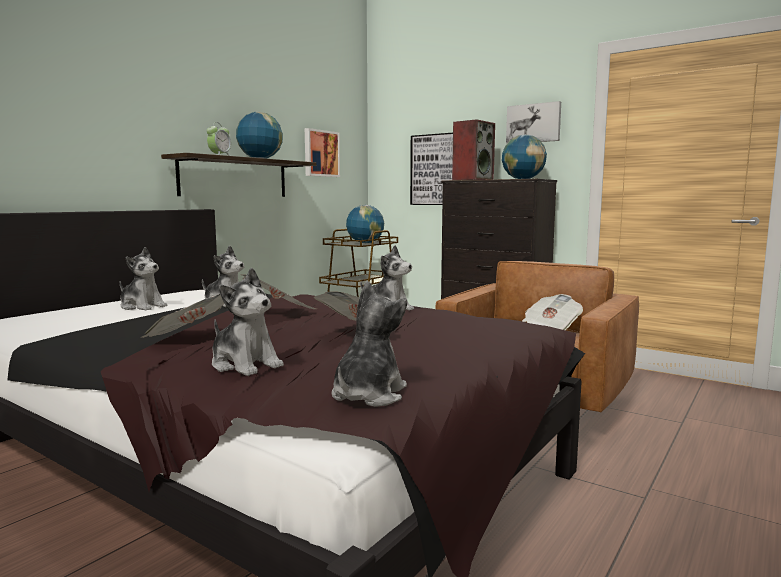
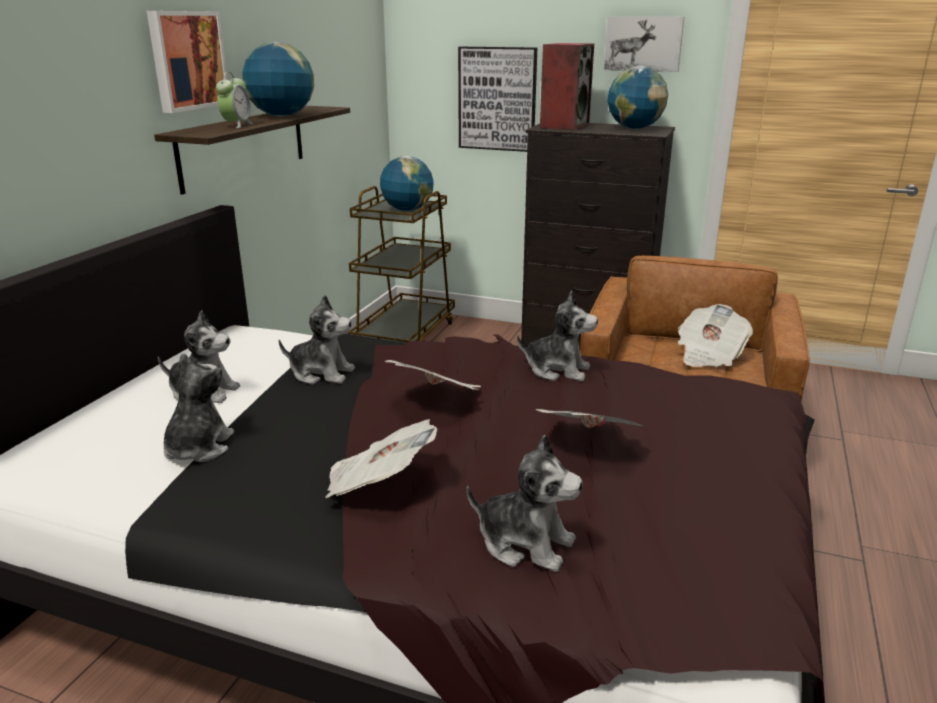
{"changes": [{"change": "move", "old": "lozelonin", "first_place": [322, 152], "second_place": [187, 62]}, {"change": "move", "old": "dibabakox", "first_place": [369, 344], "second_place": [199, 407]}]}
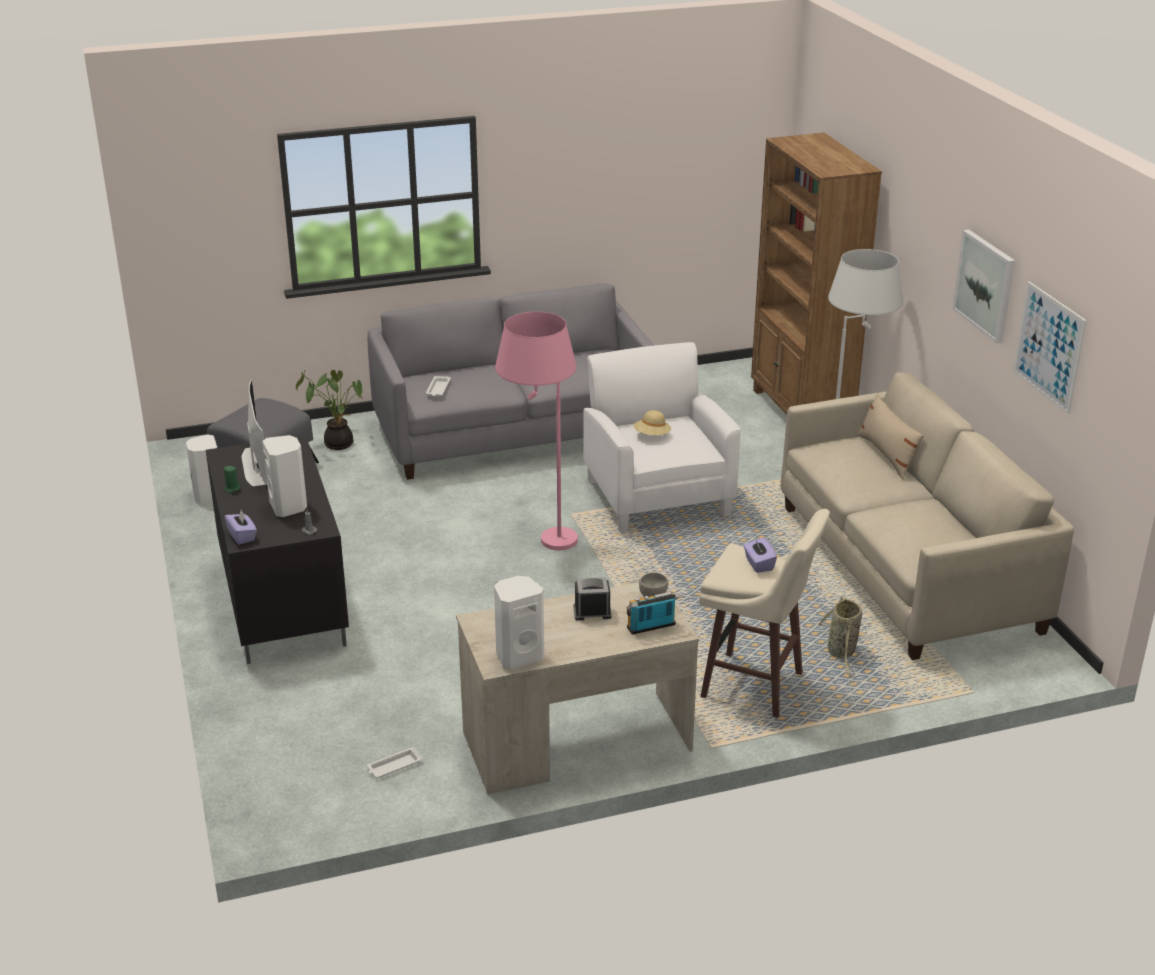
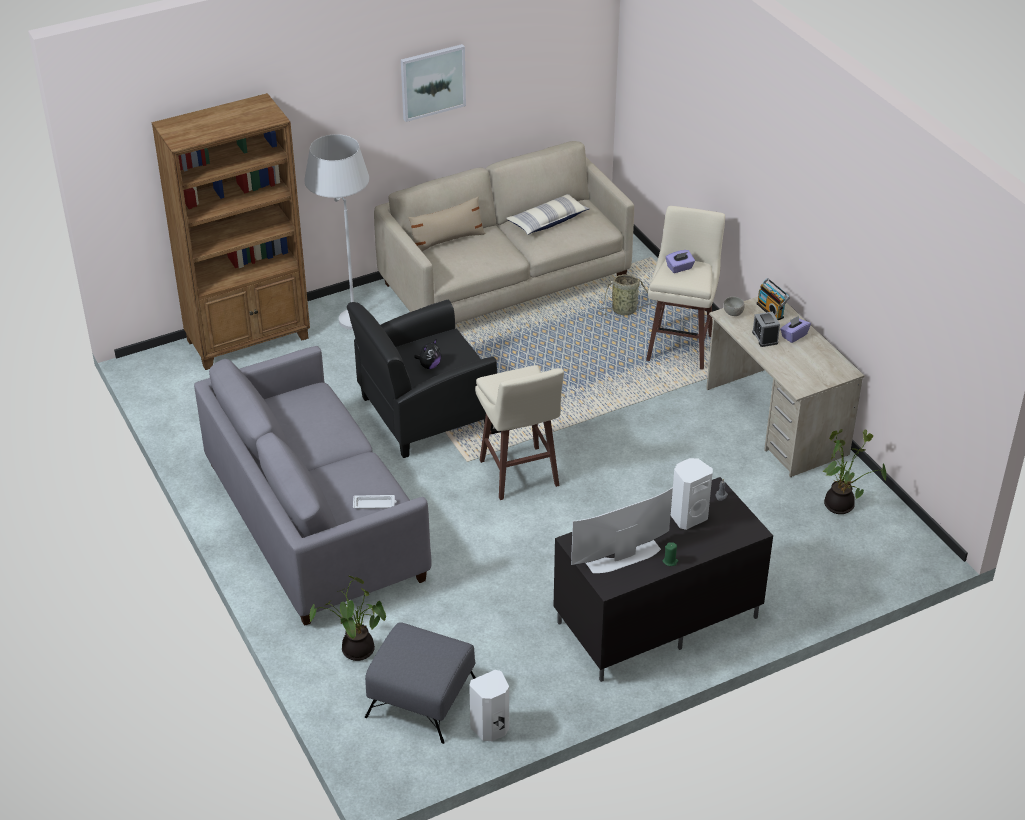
{"changes": [{"change": "recolor", "old": "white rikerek", "new": "black rikerek", "first_place": [662, 437], "second_place": [422, 379]}, {"change": "replace", "old": "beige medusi", "new": "dibabakox", "first_place": [652, 422], "second_place": [427, 354]}, {"change": "replace", "old": "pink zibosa", "new": "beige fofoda", "first_place": [536, 431], "second_place": [519, 432]}, {"change": "insert", "new": "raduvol", "second_place": [548, 214]}, {"change": "move", "old": "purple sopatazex", "first_place": [241, 527], "second_place": [795, 329]}, {"change": "replace", "old": "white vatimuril", "new": "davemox", "first_place": [395, 762], "second_place": [854, 471]}, {"change": "delete", "old": "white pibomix", "first_place": [519, 623]}, {"change": "delete", "old": "lozelonin", "first_place": [1050, 347]}]}
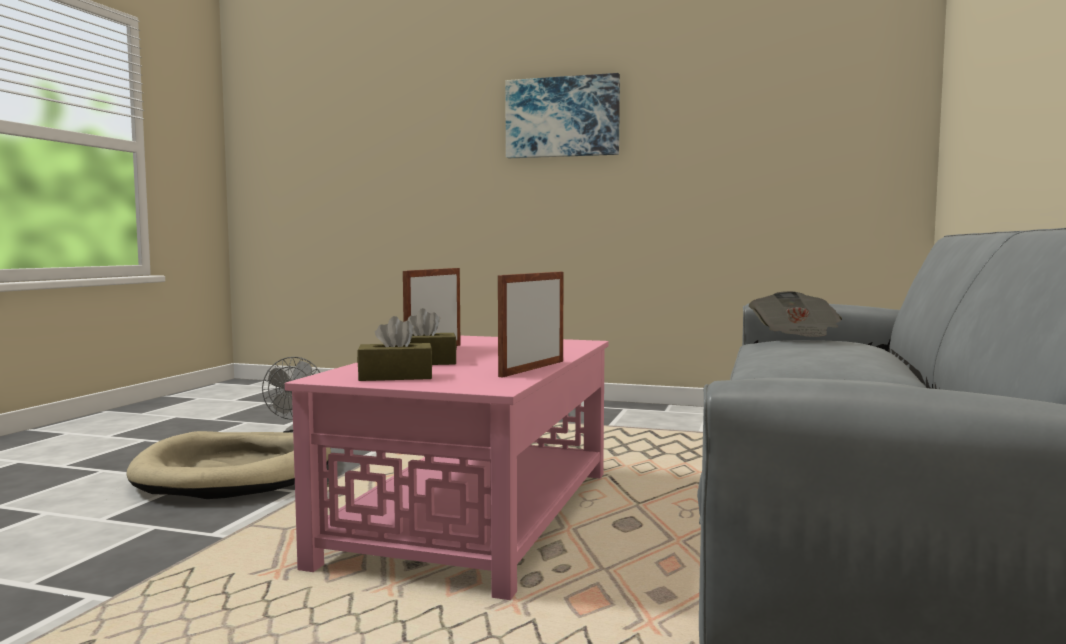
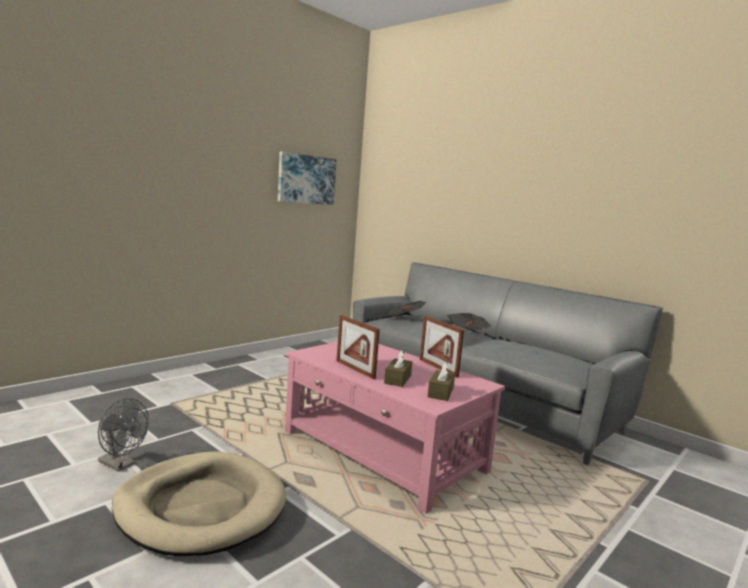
{"changes": [{"change": "move", "old": "lozelonin", "first_place": [563, 115], "second_place": [307, 178]}, {"change": "insert", "new": "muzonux", "second_place": [469, 321]}]}
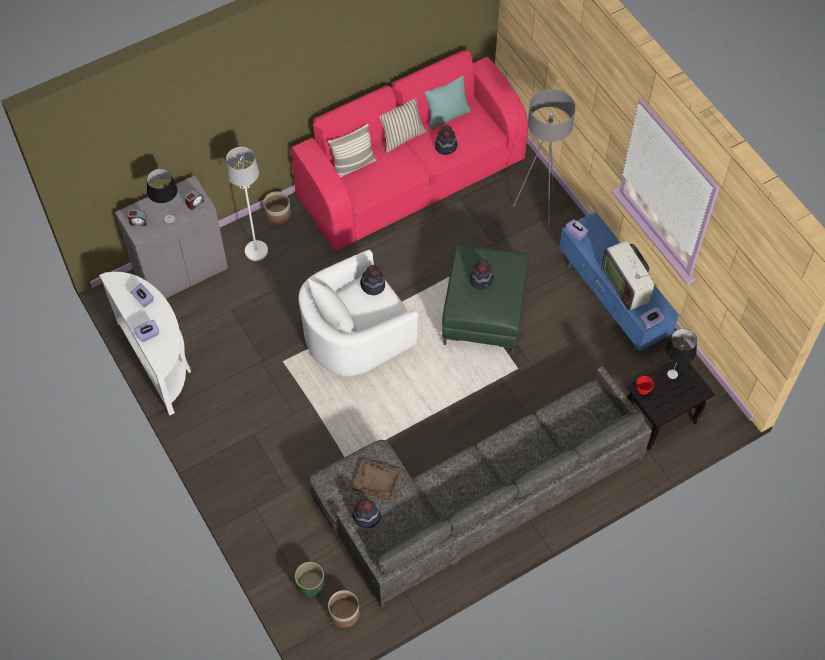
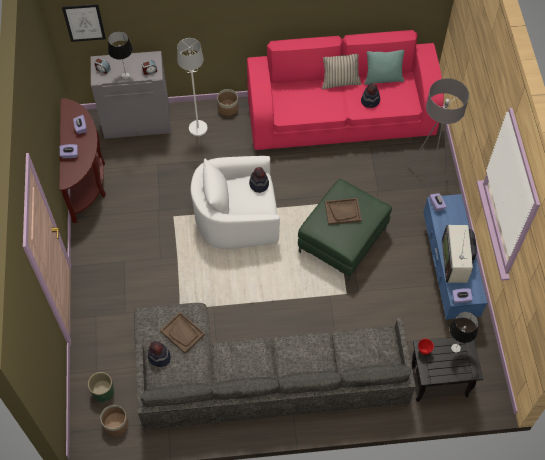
{"changes": [{"change": "recolor", "old": "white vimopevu", "new": "brown vimopevu", "first_place": [145, 343], "second_place": [82, 160]}, {"change": "insert", "new": "lozelonin", "second_place": [84, 23]}, {"change": "replace", "old": "medusi", "new": "brown vatimuril", "first_place": [481, 274], "second_place": [343, 211]}, {"change": "delete", "old": "raduvol", "first_place": [352, 151]}]}
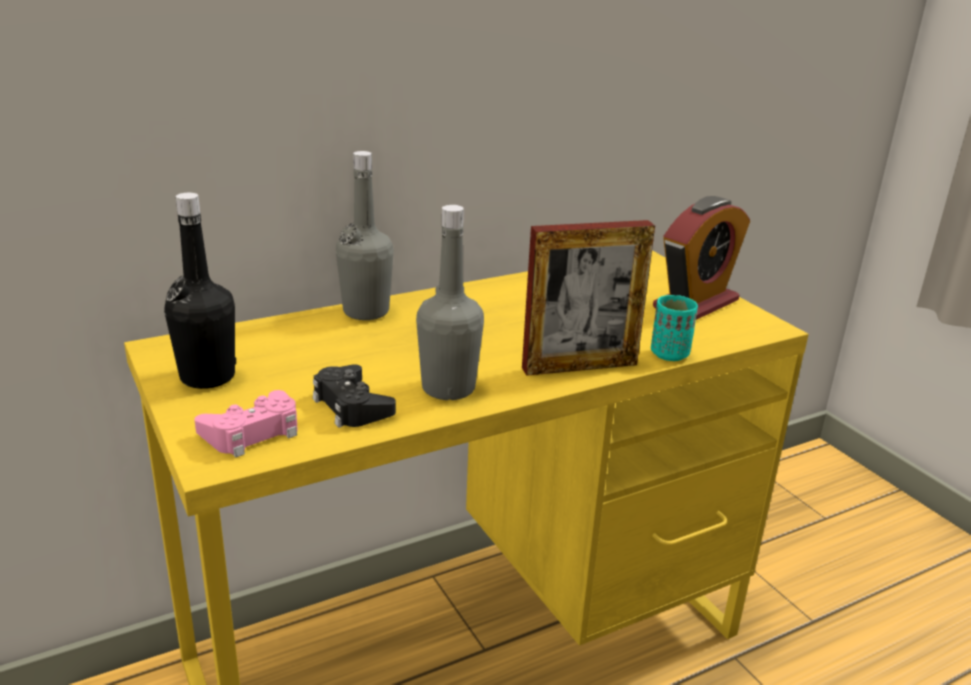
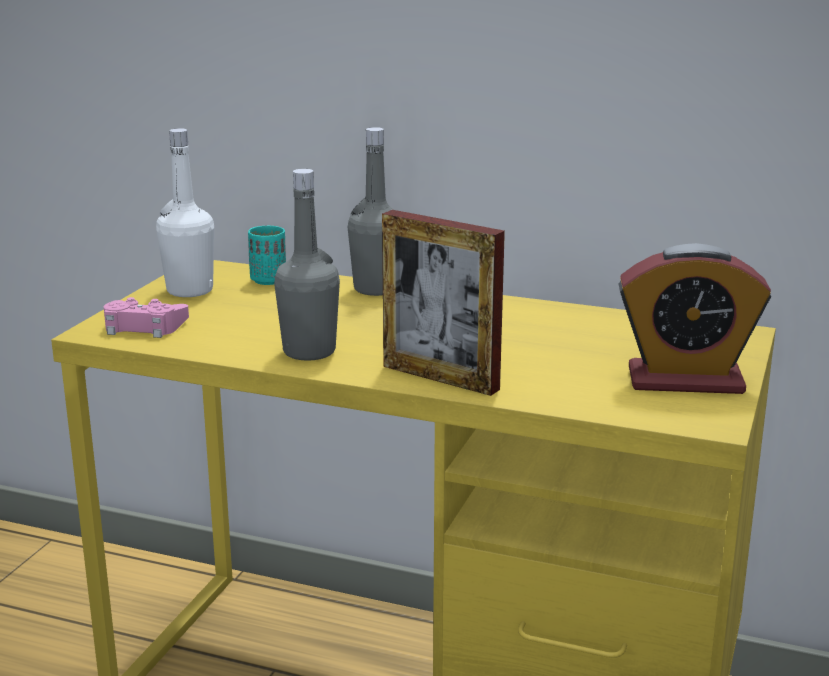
{"changes": [{"change": "recolor", "old": "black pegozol", "new": "white pegozol", "first_place": [200, 291], "second_place": [185, 212]}, {"change": "move", "old": "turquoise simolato", "first_place": [674, 328], "second_place": [267, 255]}, {"change": "delete", "old": "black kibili", "first_place": [354, 396]}]}
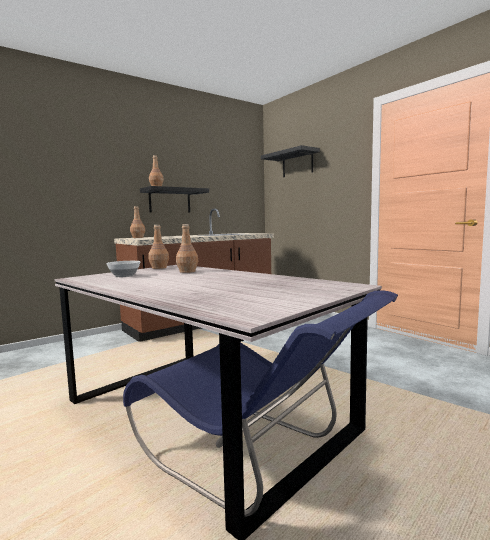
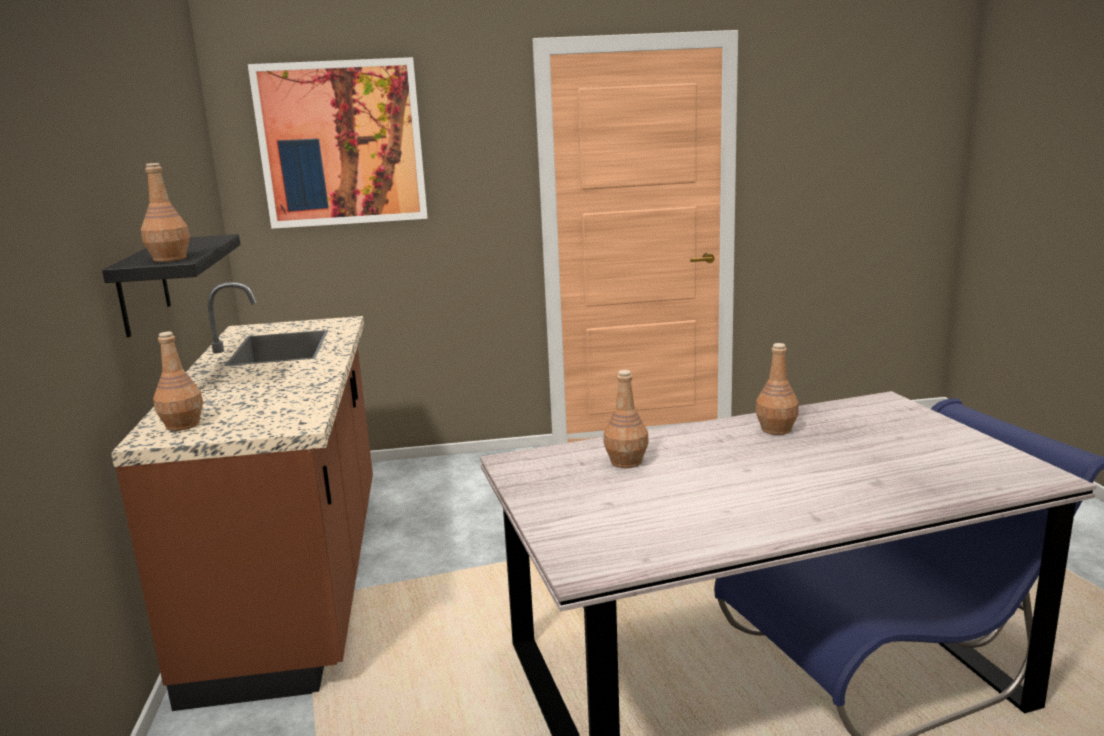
{"changes": [{"change": "replace", "old": "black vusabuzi", "new": "lozelonin", "first_place": [290, 161], "second_place": [338, 143]}, {"change": "move", "old": "brown pegozol", "first_place": [158, 247], "second_place": [777, 389]}, {"change": "delete", "old": "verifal", "first_place": [123, 269]}]}
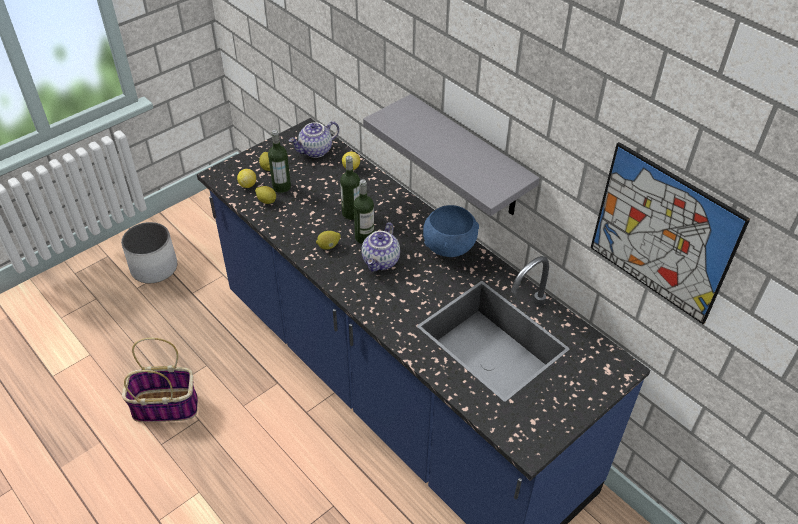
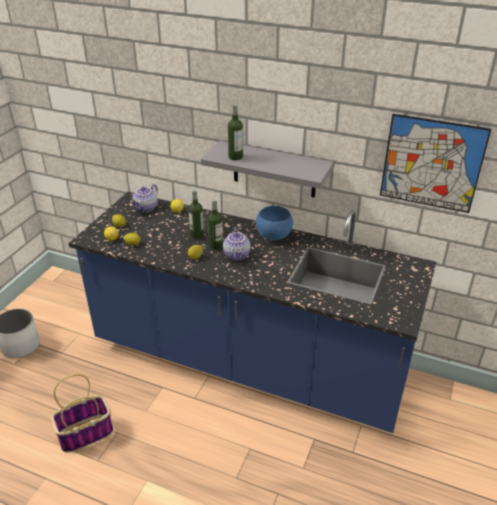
{"changes": [{"change": "move", "old": "pegozol", "first_place": [279, 161], "second_place": [235, 131]}]}
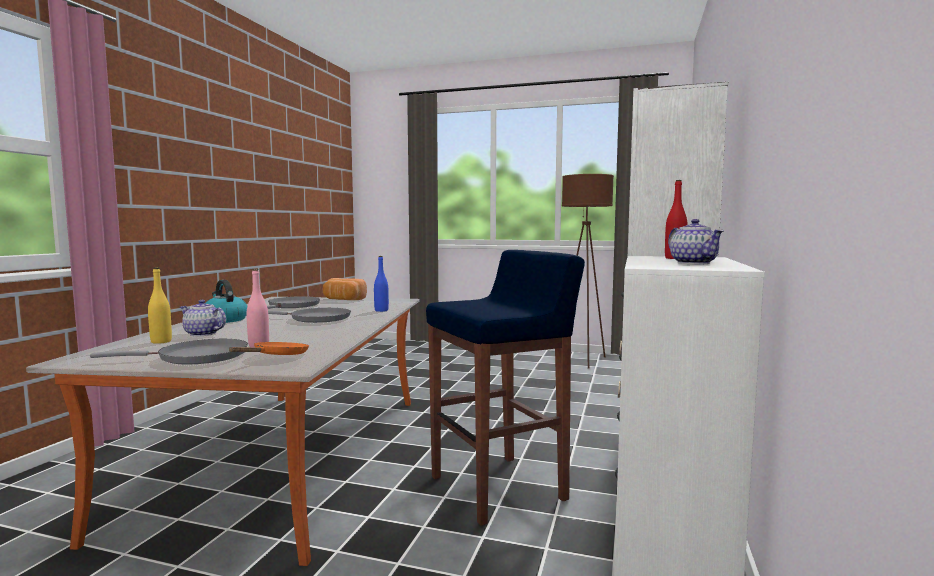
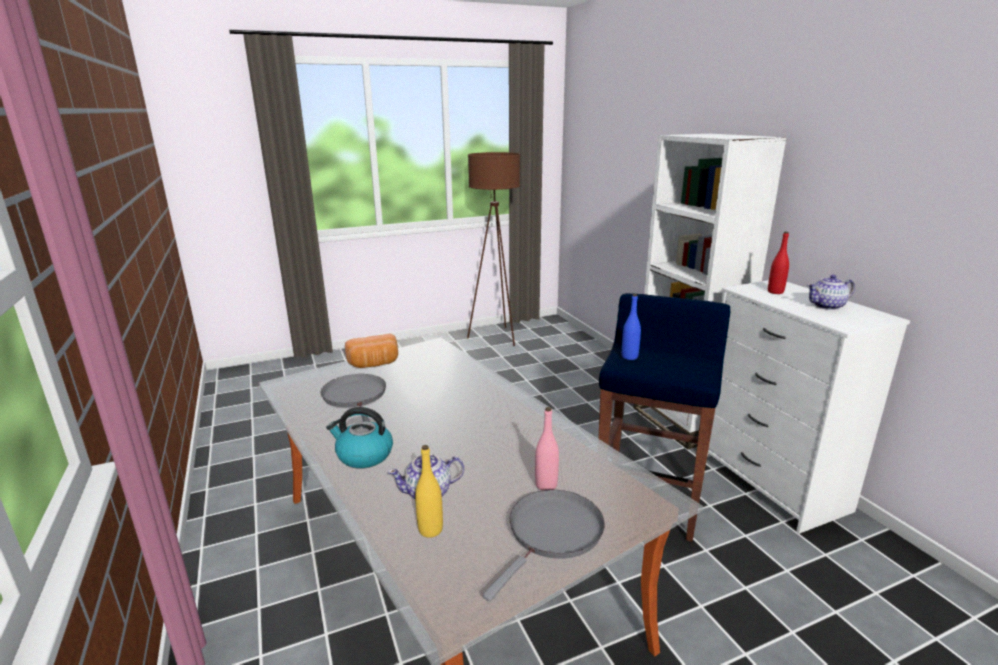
{"changes": [{"change": "move", "old": "blue pegozol", "first_place": [381, 284], "second_place": [631, 327]}, {"change": "rotate", "old": "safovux", "first_place": [696, 241], "second_place": [831, 292], "degrees": 135}, {"change": "delete", "old": "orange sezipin", "first_place": [269, 348]}, {"change": "delete", "old": "grey sezipin", "first_place": [309, 315]}]}
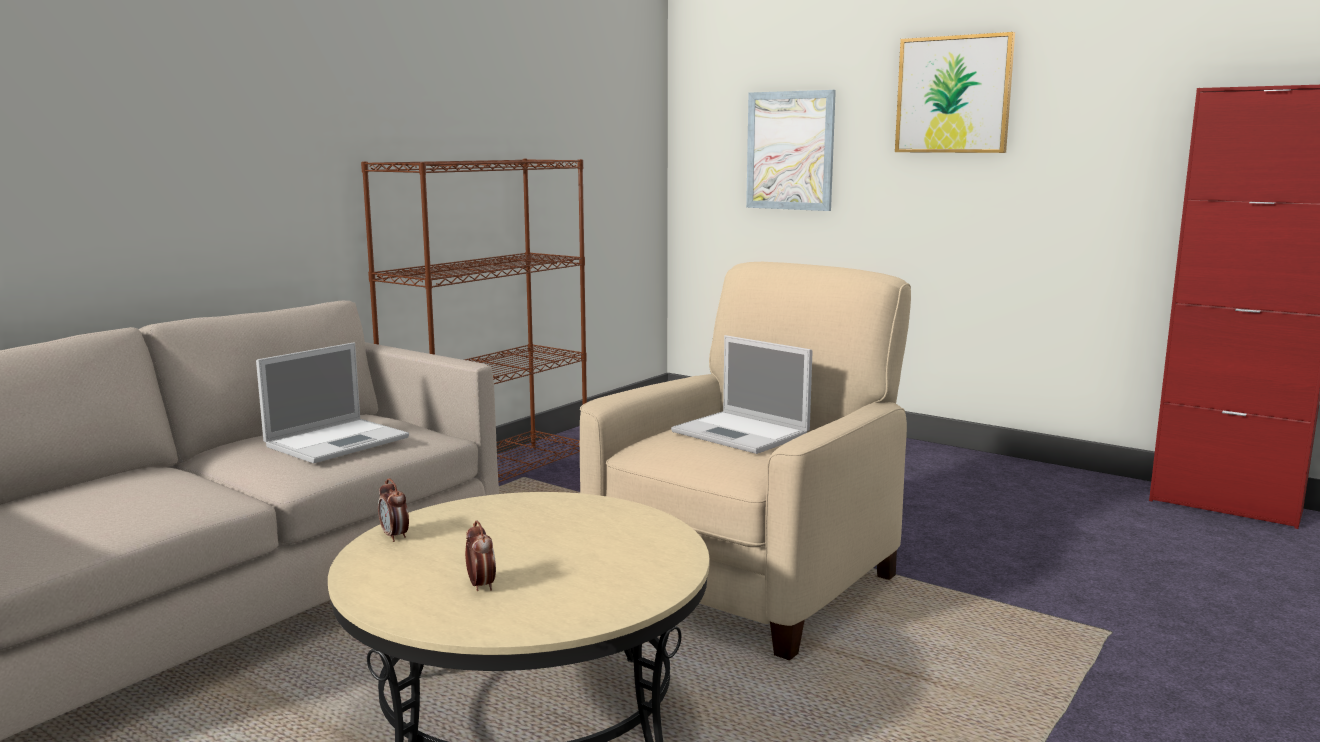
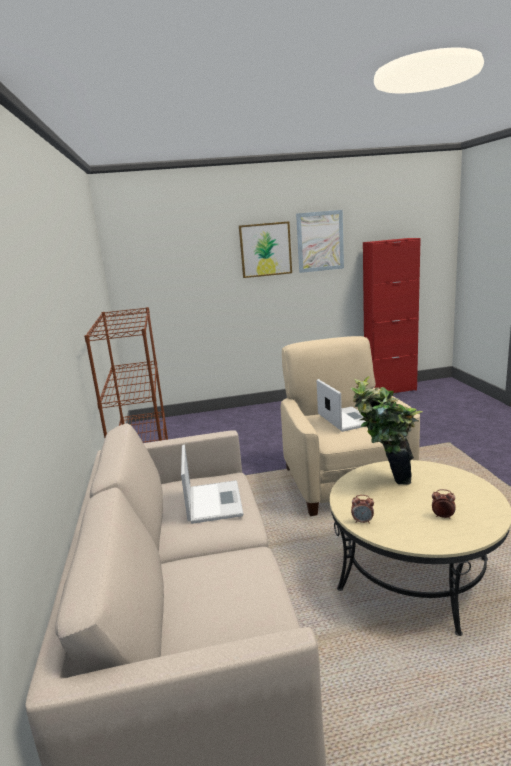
{"changes": [{"change": "move", "old": "lozelonin", "first_place": [791, 150], "second_place": [320, 241]}, {"change": "rotate", "old": "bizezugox", "first_place": [742, 394], "second_place": [341, 405], "degrees": -105}, {"change": "insert", "new": "davemox", "second_place": [386, 430]}]}
